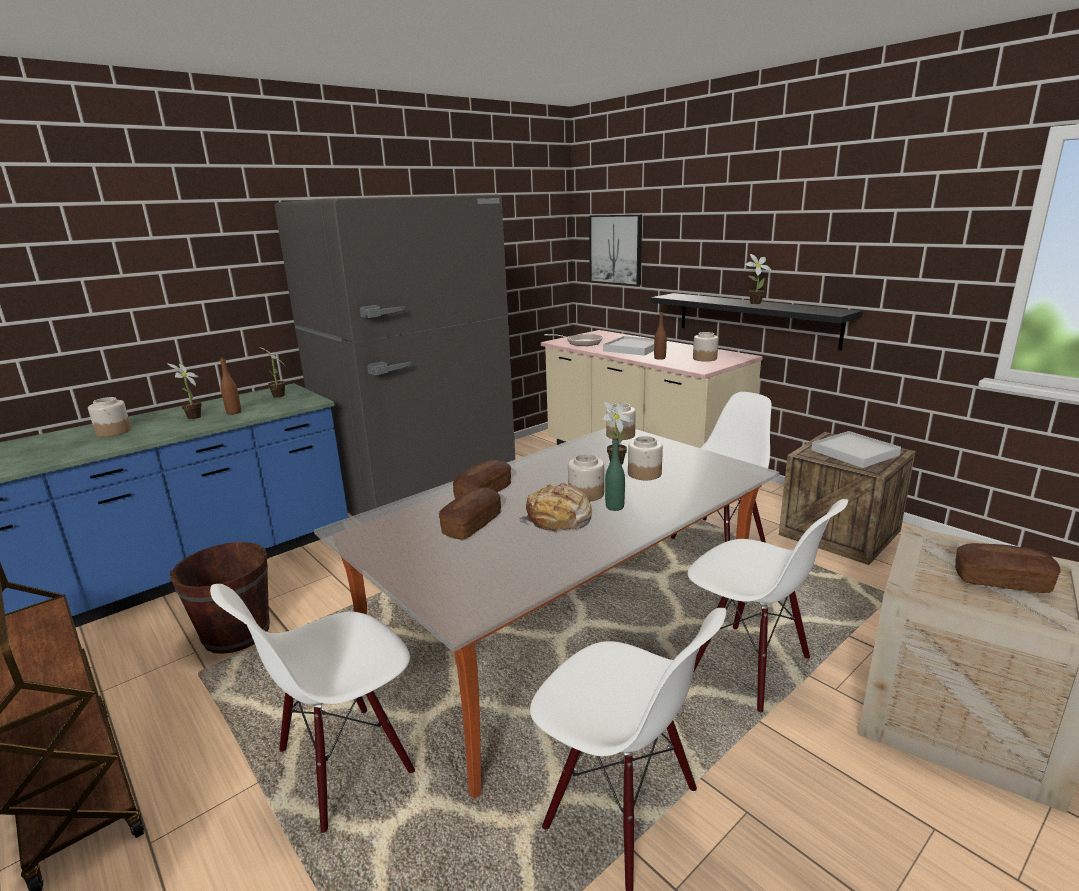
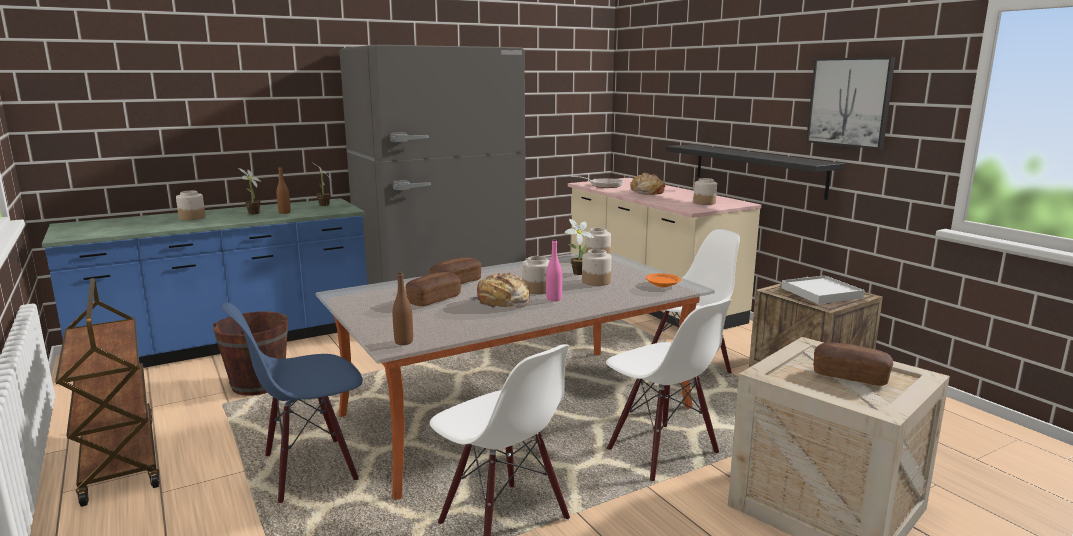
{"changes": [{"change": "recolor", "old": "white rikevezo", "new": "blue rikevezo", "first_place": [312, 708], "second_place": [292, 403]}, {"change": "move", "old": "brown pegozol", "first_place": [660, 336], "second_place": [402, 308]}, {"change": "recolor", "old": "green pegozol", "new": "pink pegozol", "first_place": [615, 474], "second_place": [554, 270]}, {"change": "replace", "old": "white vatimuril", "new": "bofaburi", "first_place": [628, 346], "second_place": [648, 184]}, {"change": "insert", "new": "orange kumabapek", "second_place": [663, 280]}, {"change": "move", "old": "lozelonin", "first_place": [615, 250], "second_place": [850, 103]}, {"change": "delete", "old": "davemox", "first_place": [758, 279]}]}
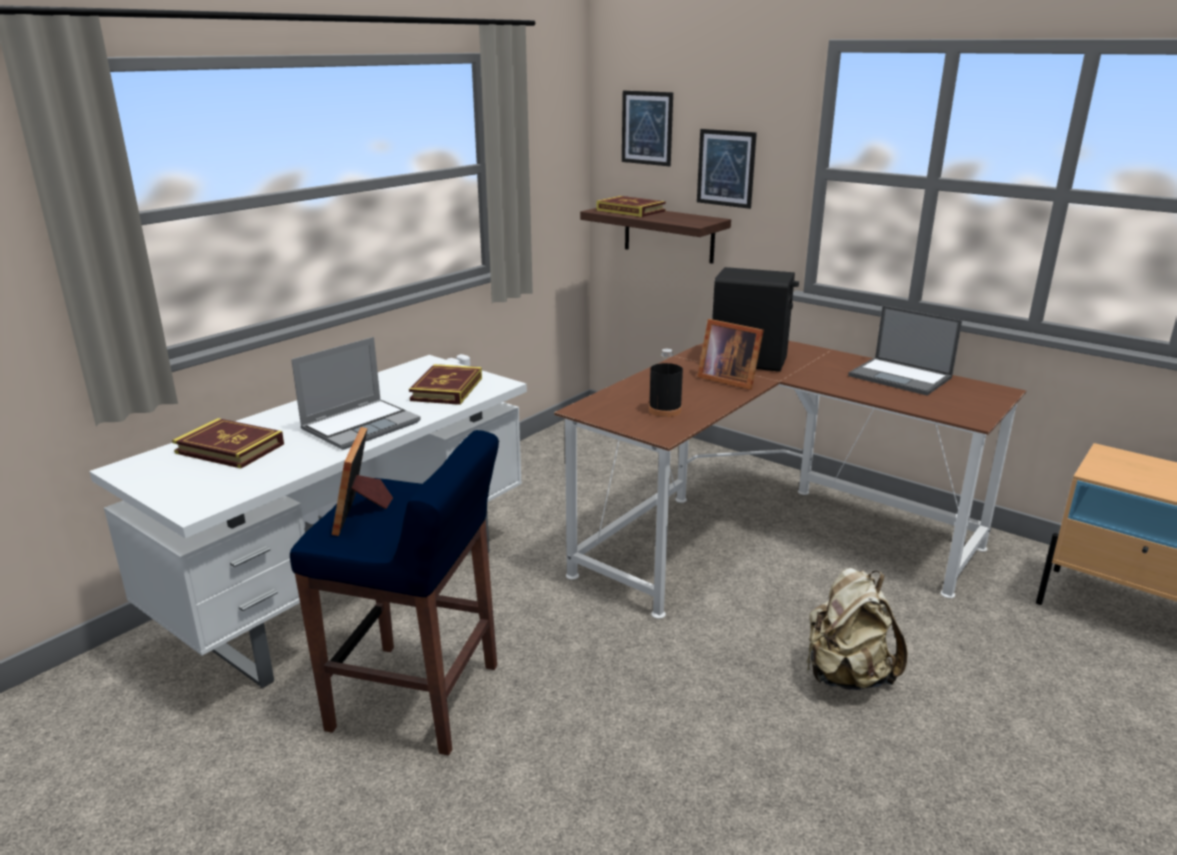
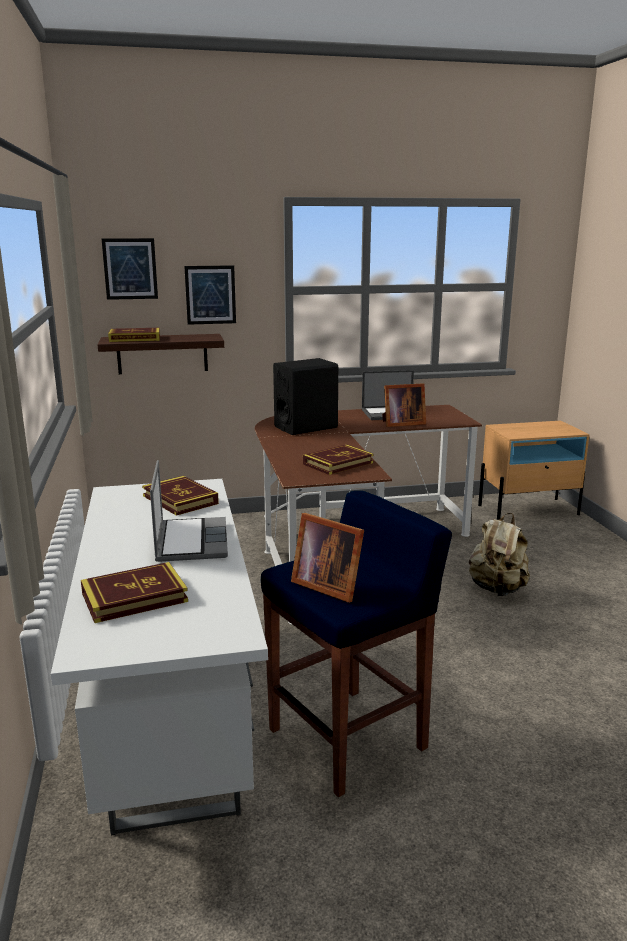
{"changes": [{"change": "replace", "old": "black pegozol", "new": "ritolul", "first_place": [666, 383], "second_place": [338, 460]}, {"change": "move", "old": "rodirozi", "first_place": [730, 354], "second_place": [404, 405]}]}
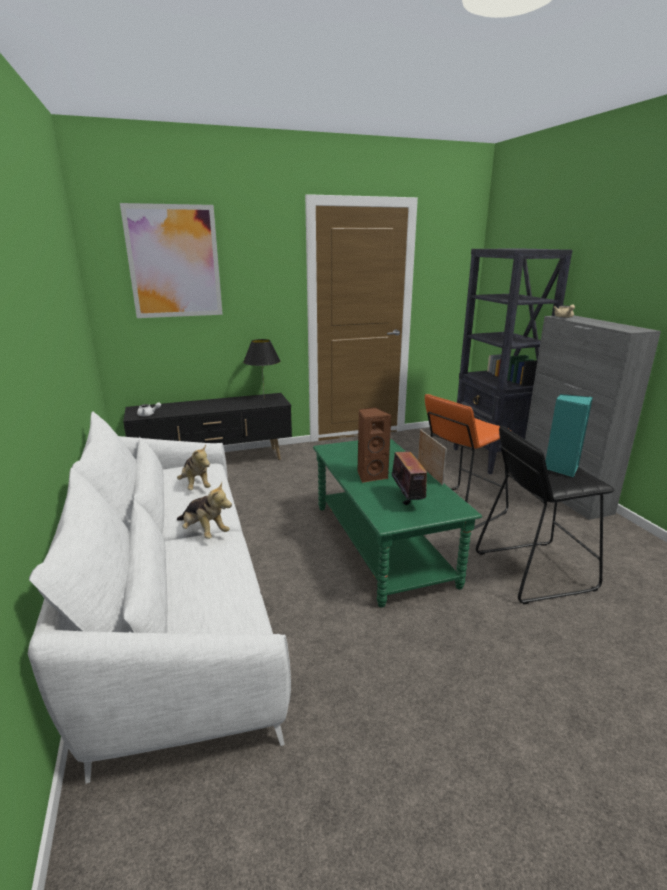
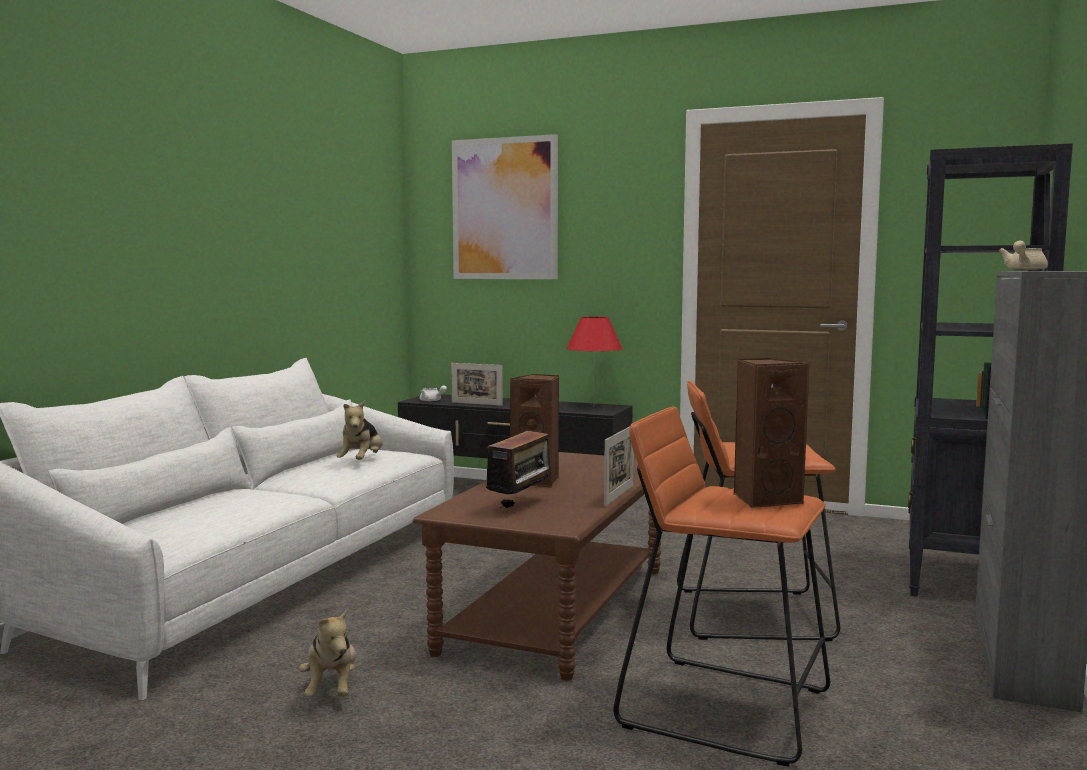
{"changes": [{"change": "move", "old": "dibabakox", "first_place": [204, 510], "second_place": [327, 652]}, {"change": "recolor", "old": "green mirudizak", "new": "brown mirudizak", "first_place": [397, 523], "second_place": [536, 566]}, {"change": "insert", "new": "rodirozi", "second_place": [477, 384]}, {"change": "recolor", "old": "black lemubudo", "new": "red lemubudo", "first_place": [262, 366], "second_place": [594, 353]}, {"change": "recolor", "old": "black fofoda", "new": "orange fofoda", "first_place": [545, 515], "second_place": [722, 586]}, {"change": "recolor", "old": "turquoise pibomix", "new": "brown pibomix", "first_place": [569, 435], "second_place": [772, 433]}]}
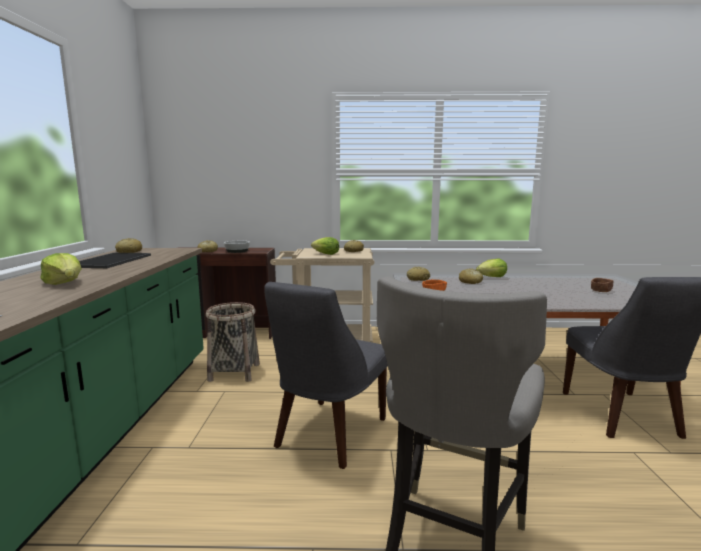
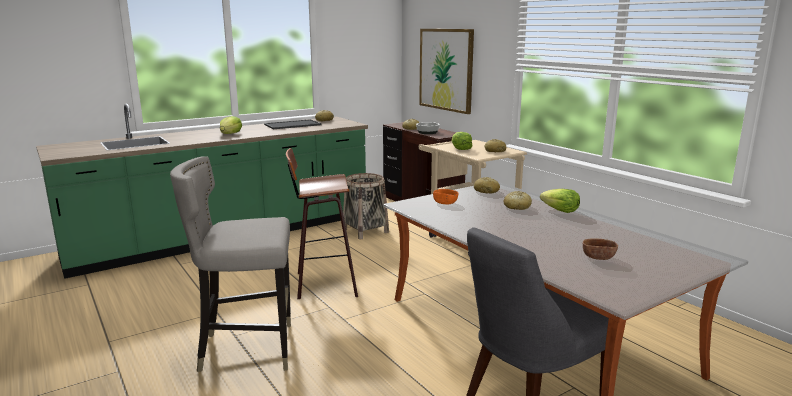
{"changes": [{"change": "replace", "old": "grey rikevezo", "new": "fofoda", "first_place": [326, 375], "second_place": [322, 223]}, {"change": "insert", "new": "lozelonin", "second_place": [446, 71]}]}
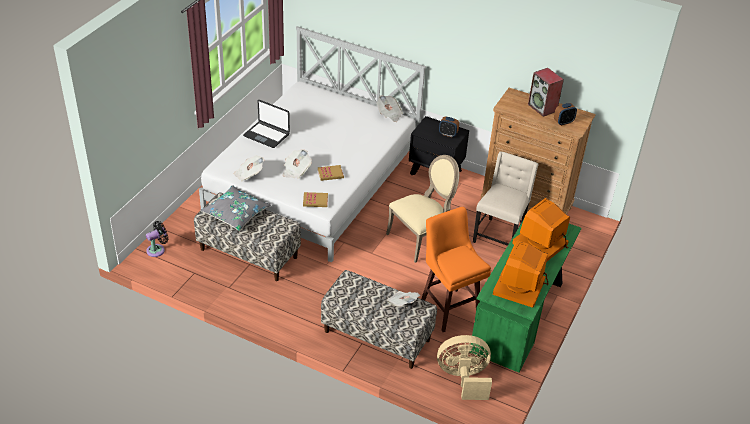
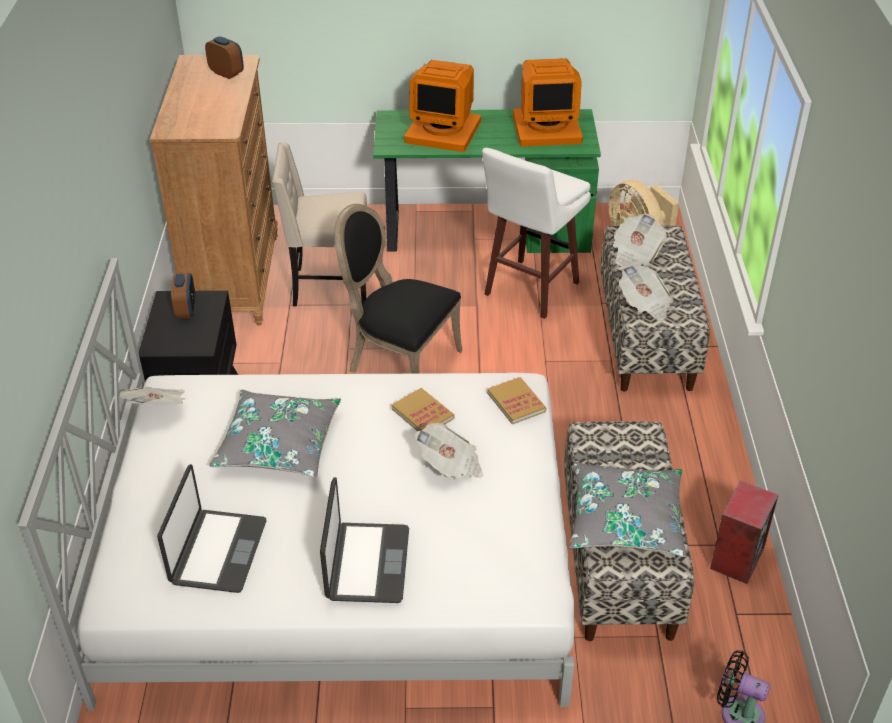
{"changes": [{"change": "insert", "new": "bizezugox", "second_place": [211, 528]}, {"change": "insert", "new": "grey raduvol", "second_place": [275, 433]}, {"change": "recolor", "old": "beige rikevezo", "new": "black rikevezo", "first_place": [422, 209], "second_place": [398, 289]}, {"change": "recolor", "old": "orange fofoda", "new": "white fofoda", "first_place": [456, 269], "second_place": [536, 233]}, {"change": "move", "old": "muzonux", "first_place": [249, 168], "second_place": [646, 293]}, {"change": "move", "old": "pibomix", "first_place": [546, 92], "second_place": [744, 532]}]}
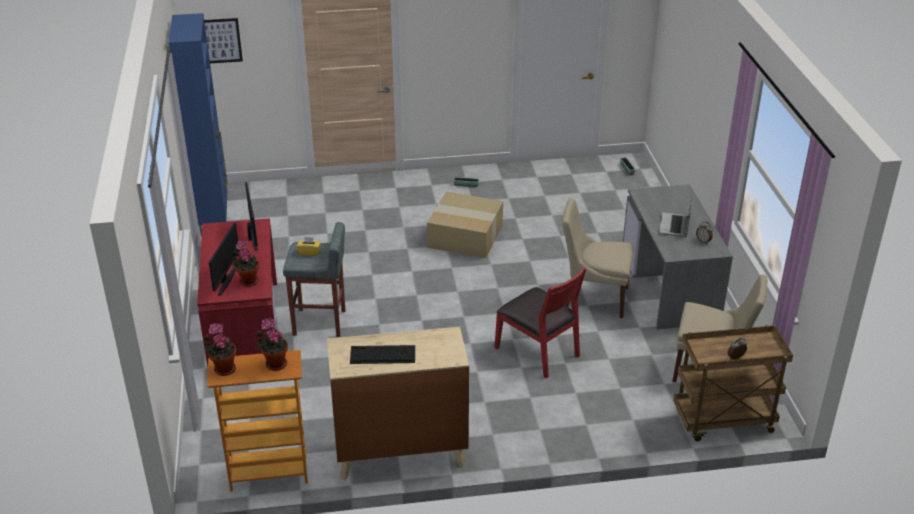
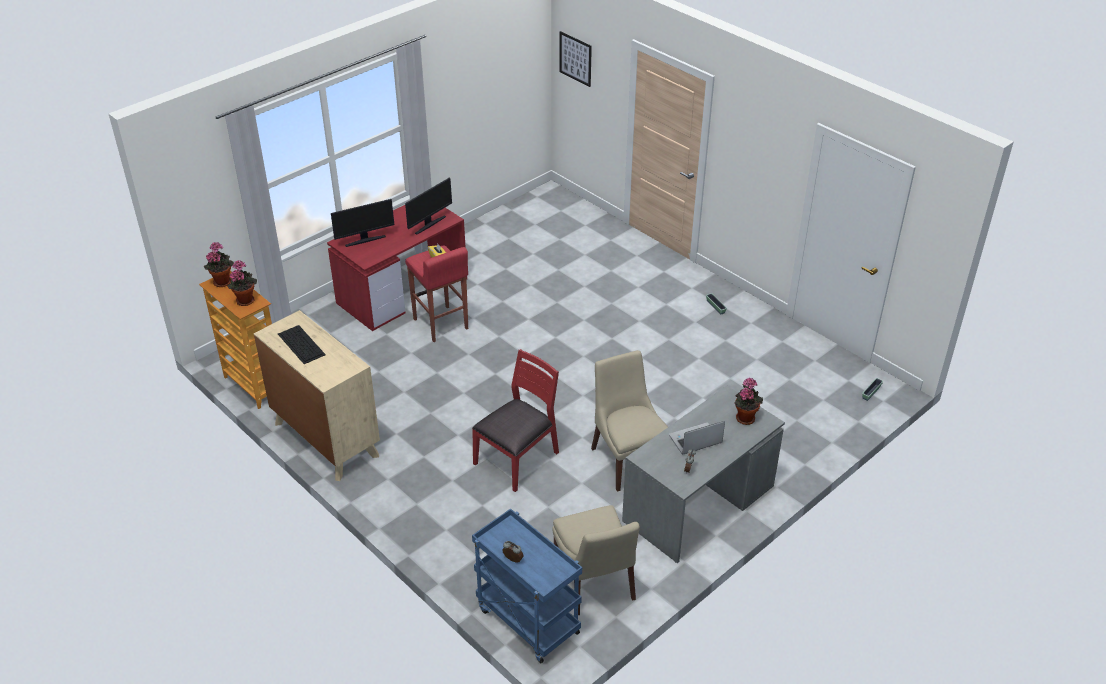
{"changes": [{"change": "recolor", "old": "grey fofoda", "new": "red fofoda", "first_place": [314, 279], "second_place": [436, 294]}, {"change": "rotate", "old": "red rikevezo", "first_place": [540, 322], "second_place": [515, 420], "degrees": -150}, {"change": "recolor", "old": "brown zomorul", "new": "blue zomorul", "first_place": [733, 383], "second_place": [527, 586]}, {"change": "move", "old": "davemox", "first_place": [246, 263], "second_place": [748, 401]}, {"change": "delete", "old": "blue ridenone", "first_place": [198, 125]}, {"change": "delete", "old": "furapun", "first_place": [465, 225]}]}
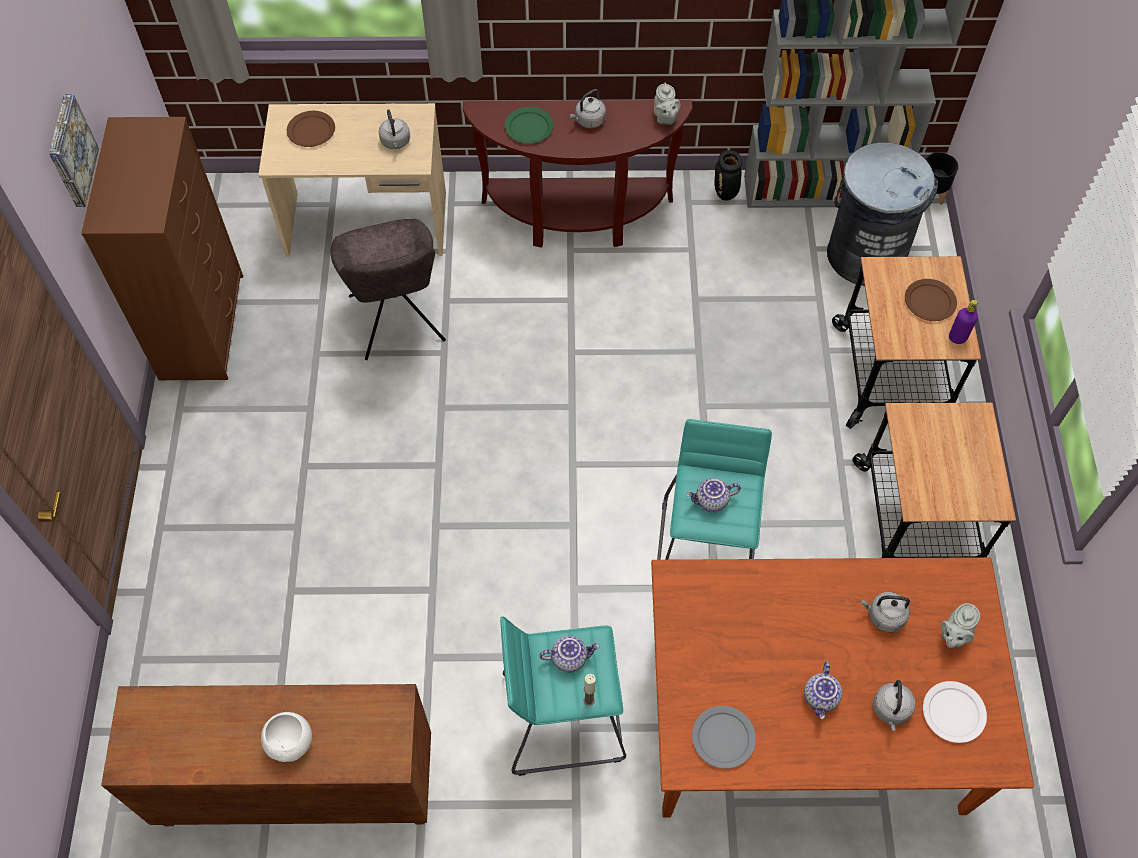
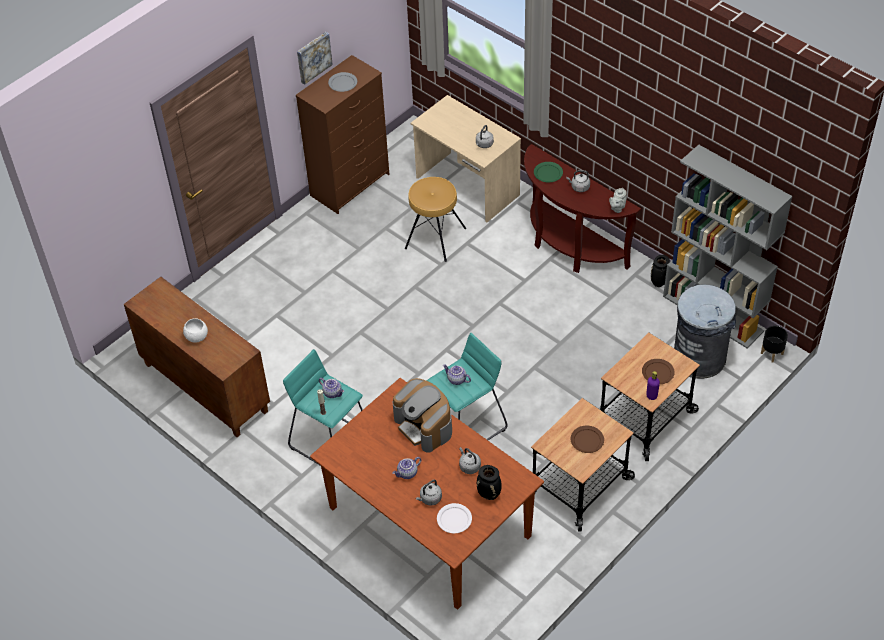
{"changes": [{"change": "move", "old": "grey kumabapek", "first_place": [724, 737], "second_place": [342, 82]}, {"change": "insert", "new": "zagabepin", "second_place": [422, 415]}, {"change": "replace", "old": "grey rikevezo", "new": "brown fofoda", "first_place": [388, 289], "second_place": [435, 219]}, {"change": "replace", "old": "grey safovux", "new": "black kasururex", "first_place": [960, 625], "second_place": [489, 482]}, {"change": "move", "old": "brown kumabapek", "first_place": [311, 129], "second_place": [587, 439]}]}
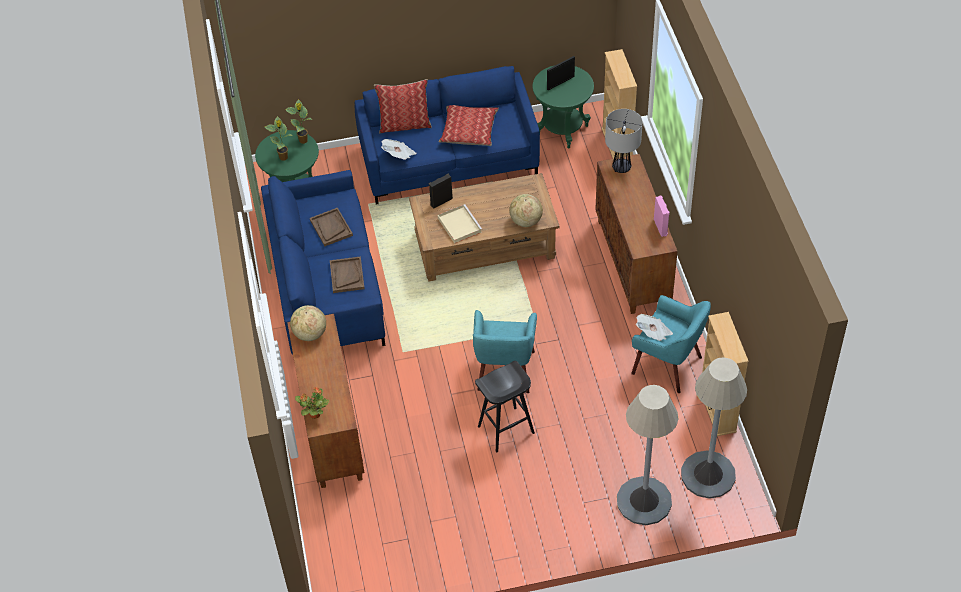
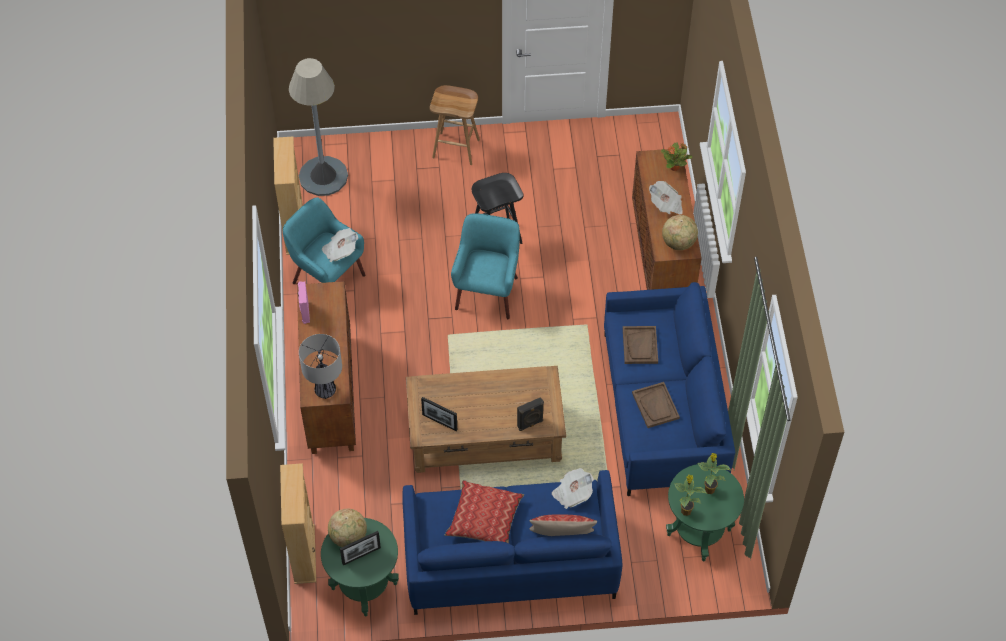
{"changes": [{"change": "move", "old": "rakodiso", "first_place": [526, 210], "second_place": [347, 528]}, {"change": "insert", "new": "rodirozi", "second_place": [439, 414]}, {"change": "insert", "new": "brown fofoda", "second_place": [455, 125]}, {"change": "insert", "new": "muzonux", "second_place": [666, 197]}, {"change": "delete", "old": "beige vatimuril", "first_place": [460, 223]}, {"change": "delete", "old": "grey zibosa", "first_place": [647, 455]}]}
